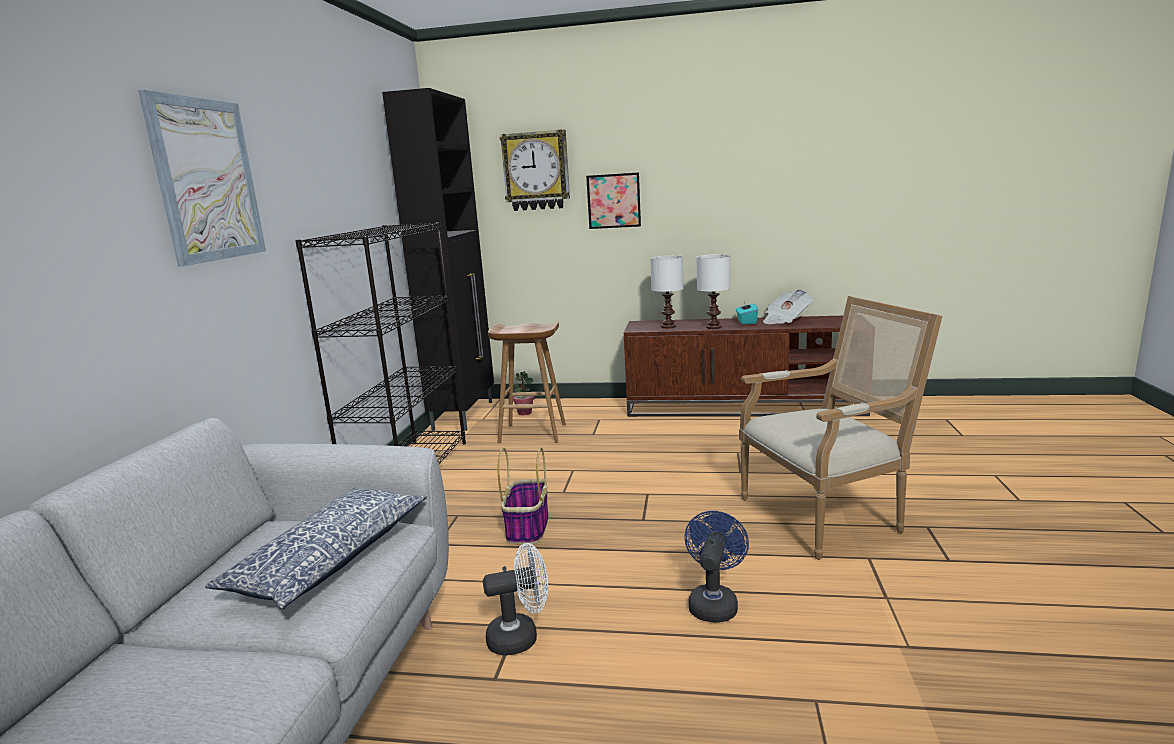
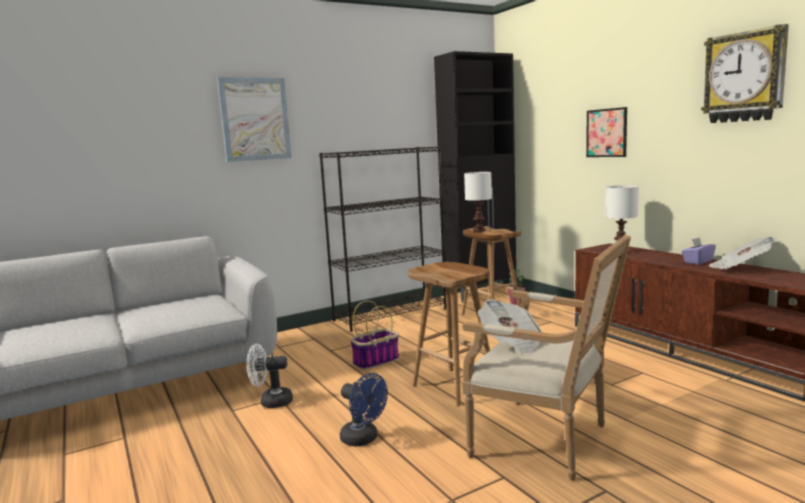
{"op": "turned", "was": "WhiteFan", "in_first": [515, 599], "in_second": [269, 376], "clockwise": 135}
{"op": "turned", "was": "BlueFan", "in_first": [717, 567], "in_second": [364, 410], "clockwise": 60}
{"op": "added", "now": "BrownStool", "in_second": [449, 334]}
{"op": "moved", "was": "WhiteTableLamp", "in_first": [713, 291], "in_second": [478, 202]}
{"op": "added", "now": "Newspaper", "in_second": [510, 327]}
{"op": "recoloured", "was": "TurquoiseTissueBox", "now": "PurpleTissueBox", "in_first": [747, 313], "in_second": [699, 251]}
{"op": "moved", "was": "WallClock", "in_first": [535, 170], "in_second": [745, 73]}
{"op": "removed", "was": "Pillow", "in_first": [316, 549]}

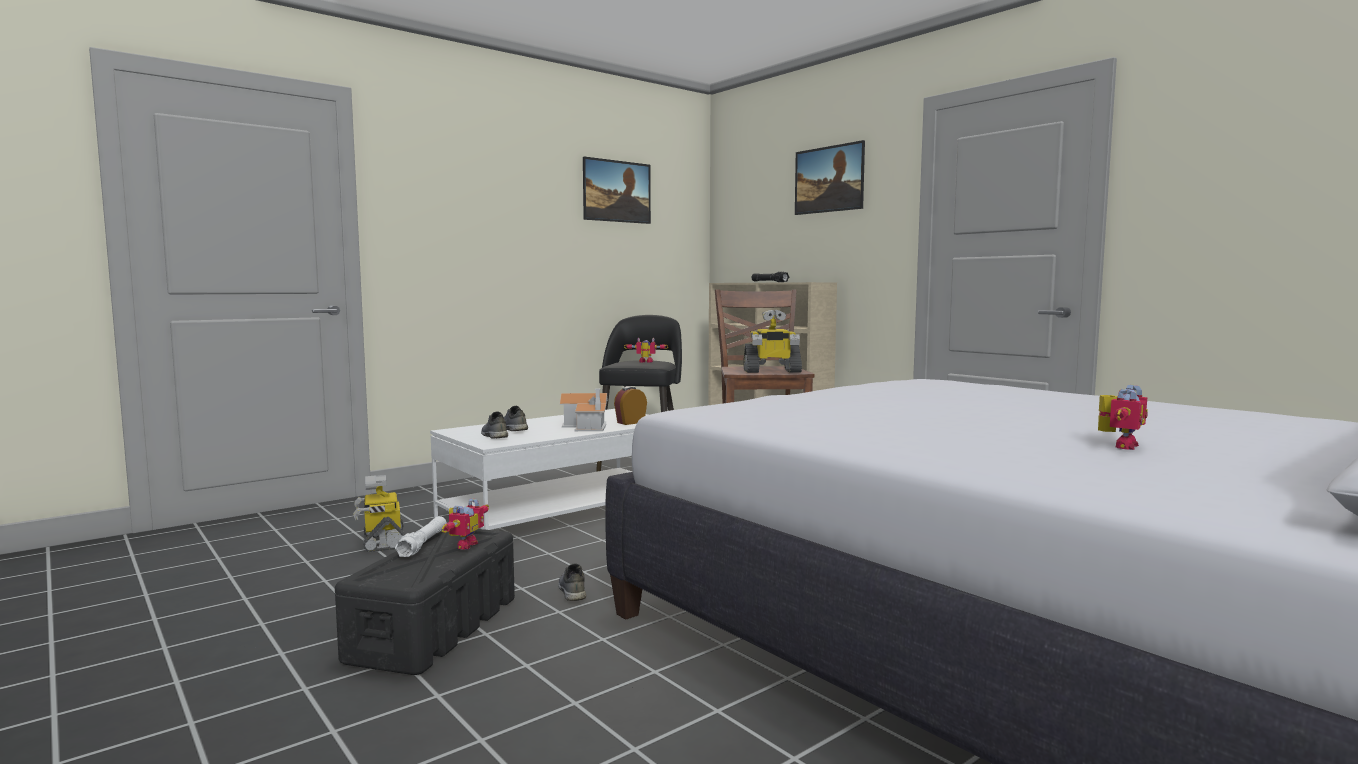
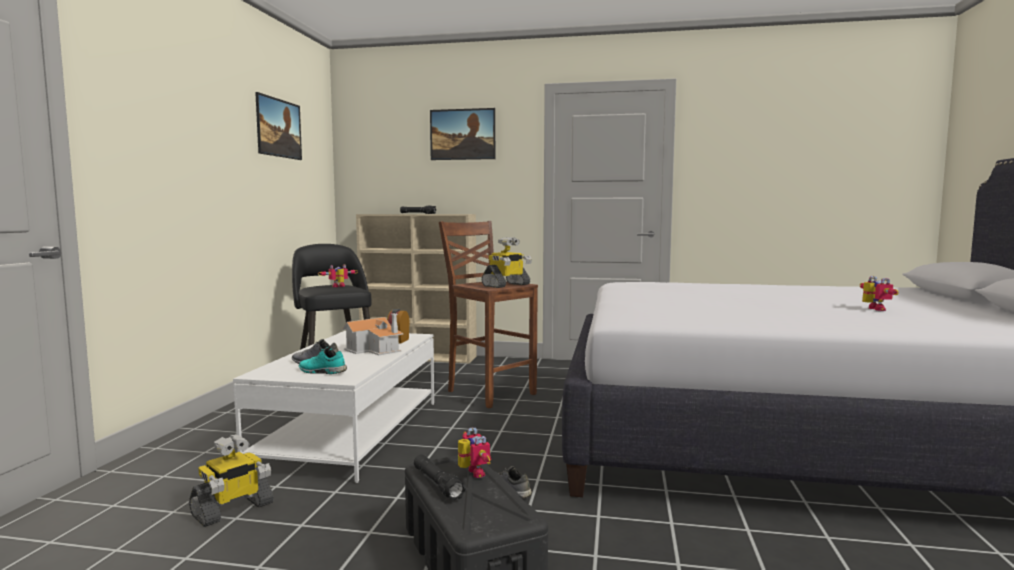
{"op": "turned", "was": "ToyRobot", "in_first": [379, 513], "in_second": [231, 481], "clockwise": -75}
{"op": "recoloured", "was": "GreyShoe", "now": "TurquoiseShoe", "in_first": [494, 425], "in_second": [323, 360]}
{"op": "recoloured", "was": "WhiteFlashlight", "now": "BlackFlashlight", "in_first": [421, 536], "in_second": [440, 477]}

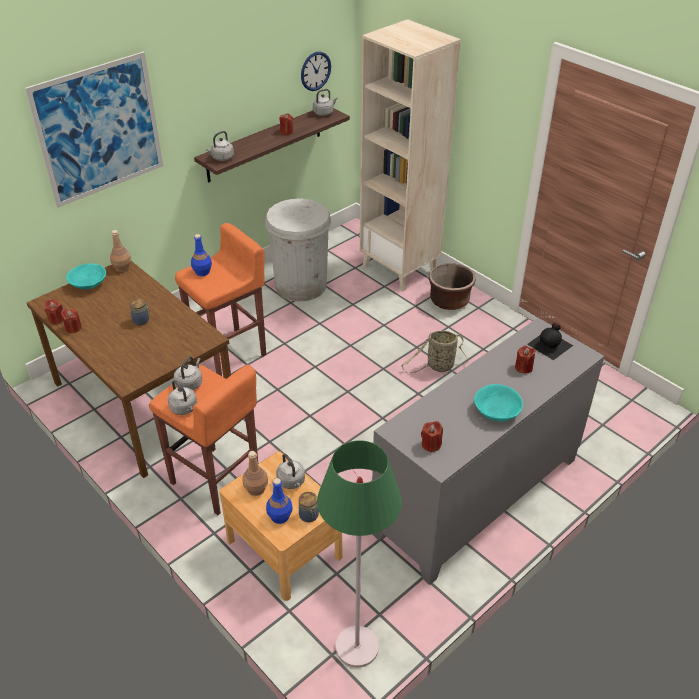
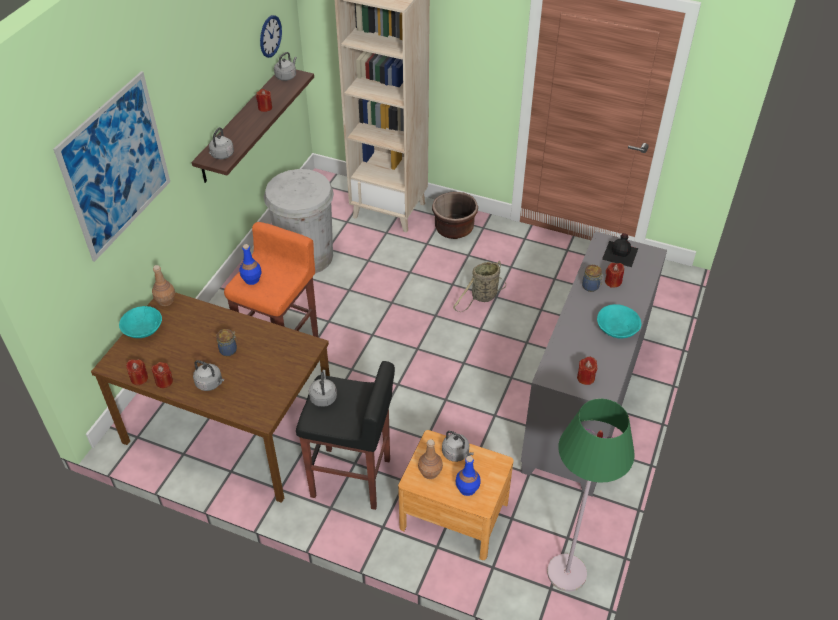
{"op": "moved", "was": "GreyKettle", "in_first": [182, 397], "in_second": [208, 375]}
{"op": "recoloured", "was": "OrangeStool", "now": "BlackStool", "in_first": [203, 439], "in_second": [345, 435]}
{"op": "moved", "was": "Jar", "in_first": [309, 507], "in_second": [592, 278]}

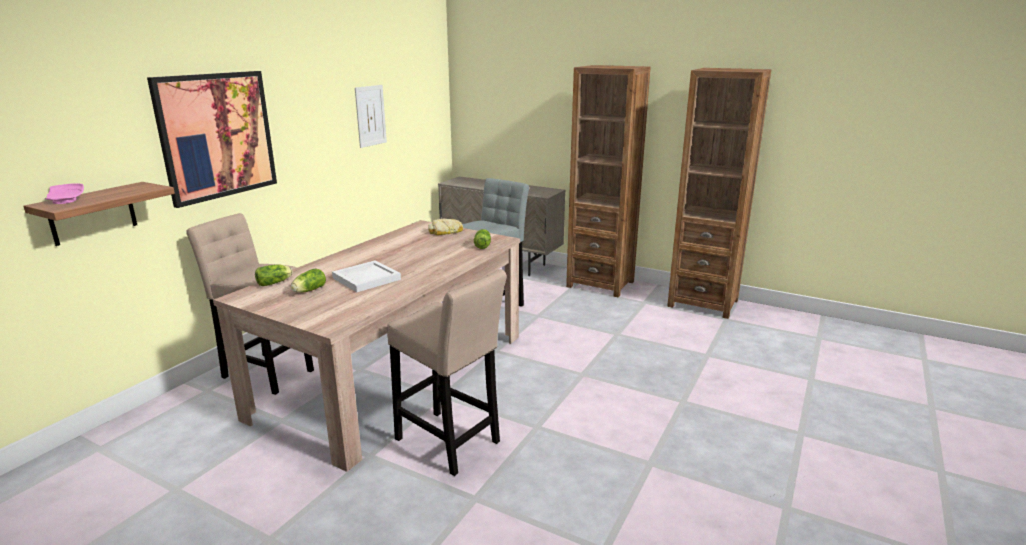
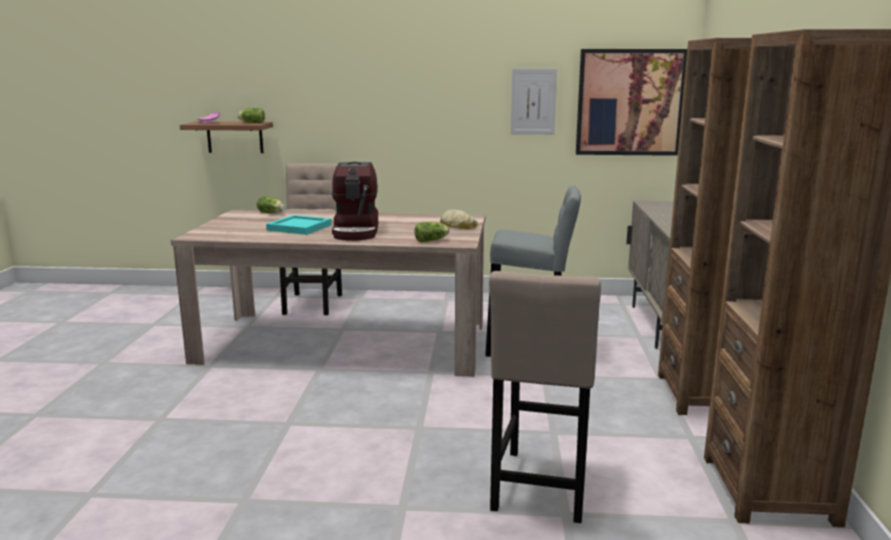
{"op": "moved", "was": "Lettuce", "in_first": [308, 280], "in_second": [251, 115]}
{"op": "recoloured", "was": "WhiteTray", "now": "TurquoiseTray", "in_first": [366, 276], "in_second": [299, 225]}
{"op": "added", "now": "CoffeeMachine", "in_second": [355, 201]}
{"op": "moved", "was": "BeigeStool", "in_first": [447, 372], "in_second": [545, 397]}
{"op": "moved", "was": "Picture", "in_first": [212, 139], "in_second": [631, 102]}

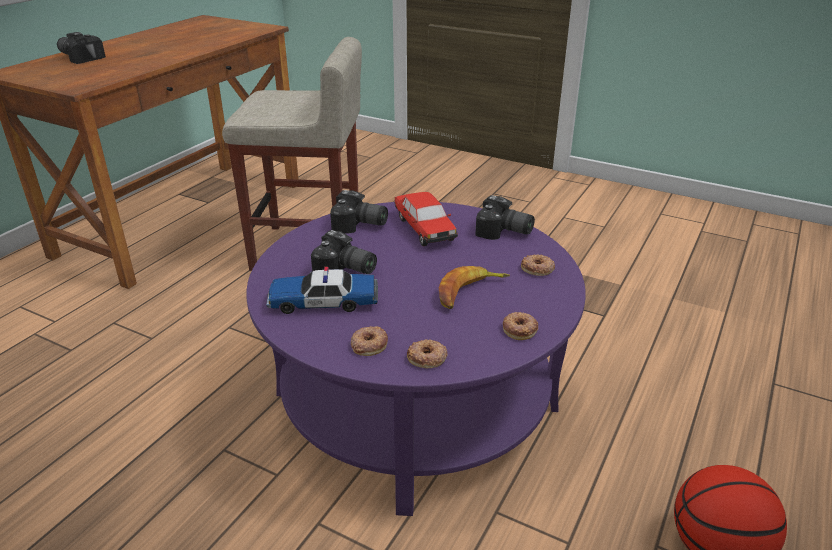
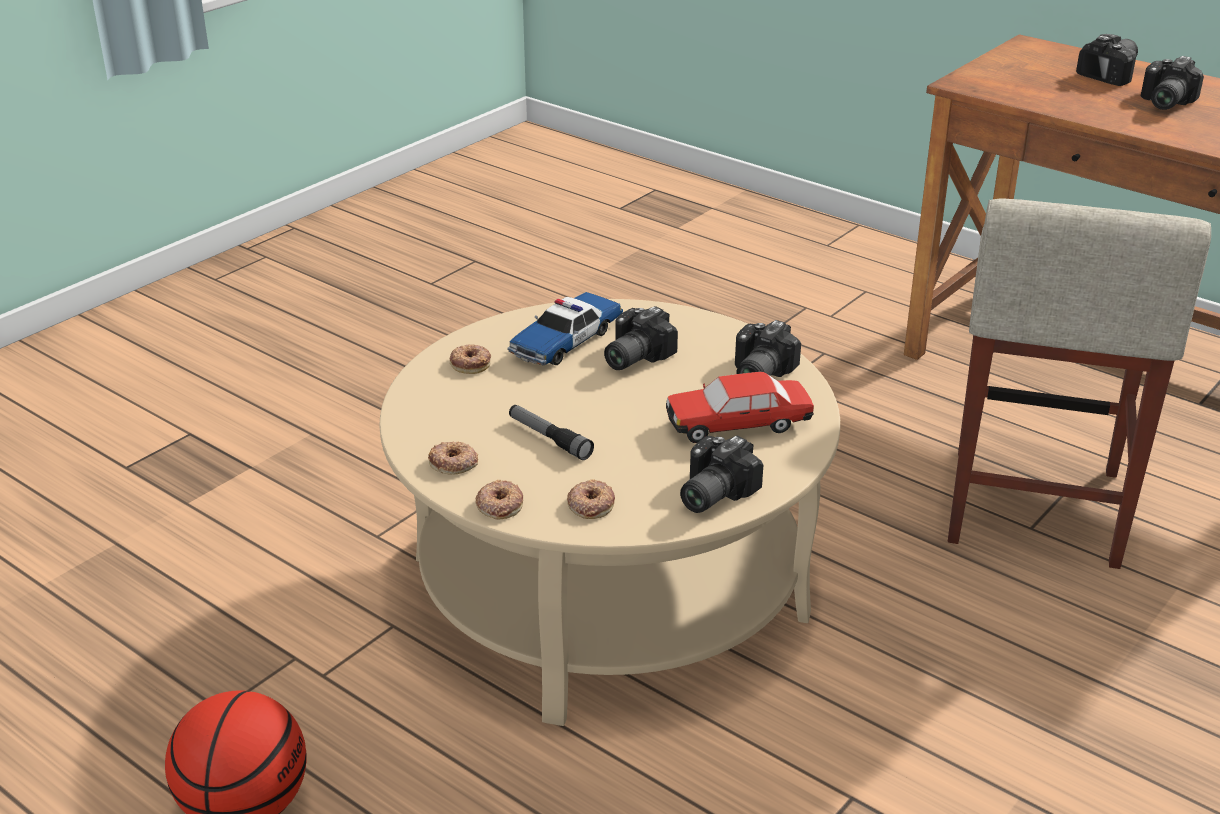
{"op": "recoloured", "was": "PurpleCoffeeTable", "now": "BeigeCoffeeTable", "in_first": [416, 359], "in_second": [609, 512]}
{"op": "moved", "was": "Donut", "in_first": [427, 353], "in_second": [499, 500]}
{"op": "turned", "was": "ToyCar", "in_first": [322, 290], "in_second": [565, 328], "clockwise": -150}
{"op": "replaced", "was": "Banana", "now": "Flashlight", "in_first": [474, 287], "in_second": [551, 432]}
{"op": "added", "now": "PhotoCamera", "in_second": [1172, 83]}

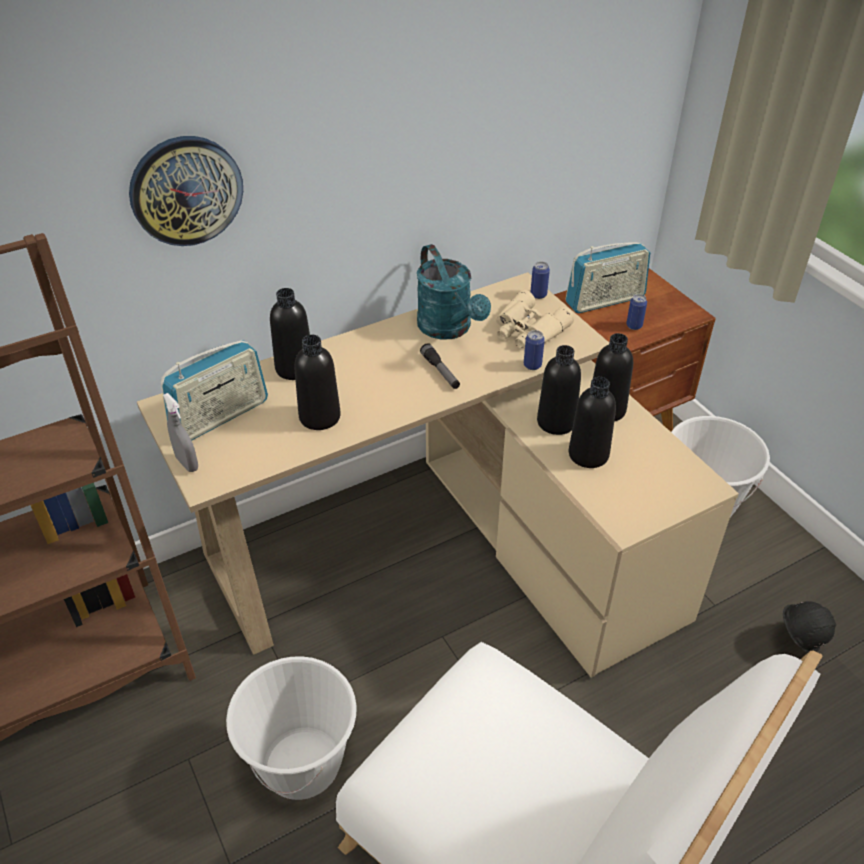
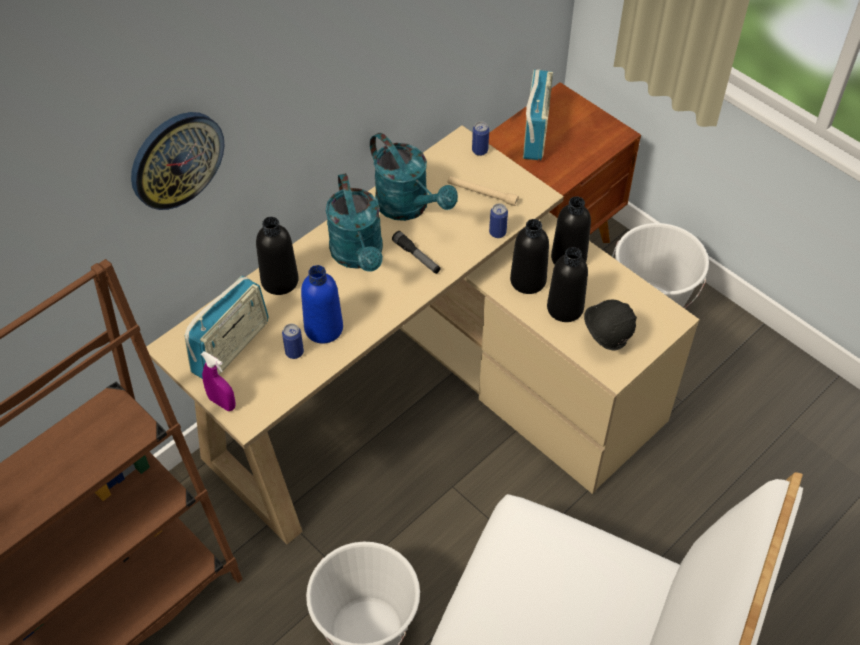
{"op": "recoloured", "was": "GreySprayBottle", "now": "PurpleSprayBottle", "in_first": [180, 432], "in_second": [218, 381]}
{"op": "moved", "was": "Can", "in_first": [636, 312], "in_second": [293, 341]}
{"op": "recoloured", "was": "BlackBottle", "now": "BlueBottle", "in_first": [317, 382], "in_second": [322, 304]}
{"op": "added", "now": "TurquoiseWateringCan", "in_second": [354, 222]}
{"op": "replaced", "was": "BeigeBinoculars", "now": "BeigeFlashlight", "in_first": [535, 319], "in_second": [483, 191]}
{"op": "turned", "was": "Radio", "in_first": [607, 277], "in_second": [538, 114], "clockwise": -45}
{"op": "moved", "was": "BlackHardHat", "in_first": [809, 626], "in_second": [610, 325]}

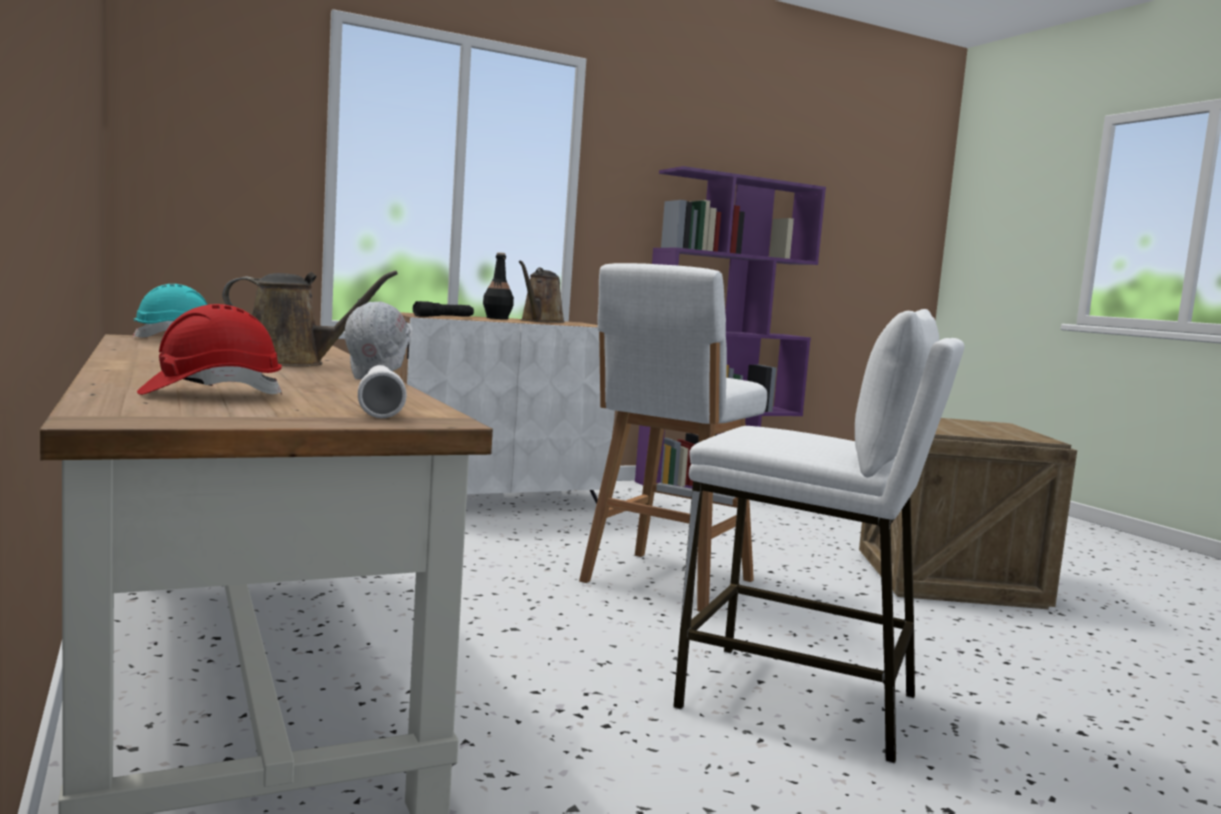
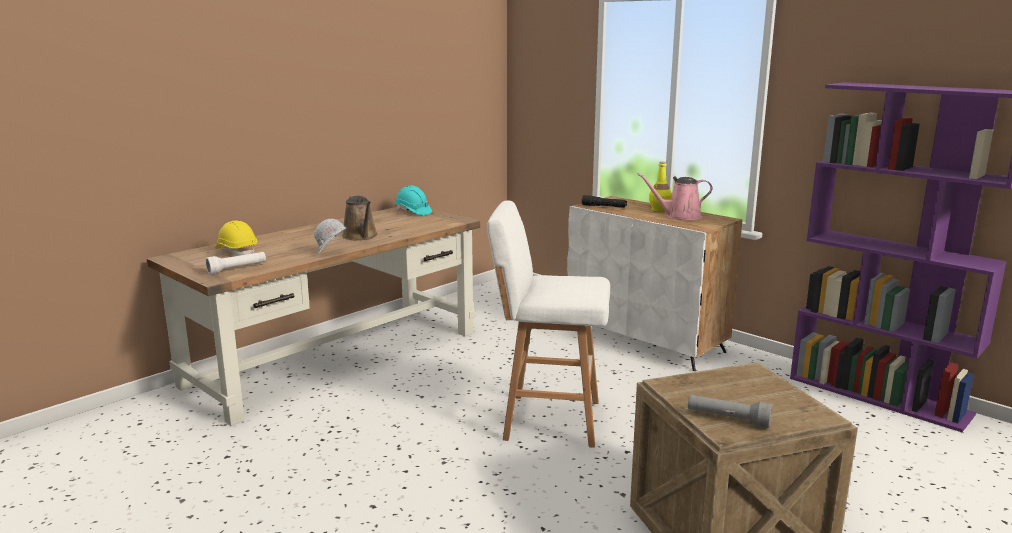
{"op": "recoloured", "was": "RedHardHat", "now": "YellowHardHat", "in_first": [209, 349], "in_second": [236, 238]}
{"op": "recoloured", "was": "BrownWateringCan", "now": "PinkWateringCan", "in_first": [542, 291], "in_second": [674, 196]}
{"op": "recoloured", "was": "BlackBottle", "now": "YellowBottle", "in_first": [498, 285], "in_second": [660, 186]}
{"op": "added", "now": "GreyFlashlight", "in_second": [730, 411]}
{"op": "removed", "was": "WhiteStool", "in_first": [819, 536]}

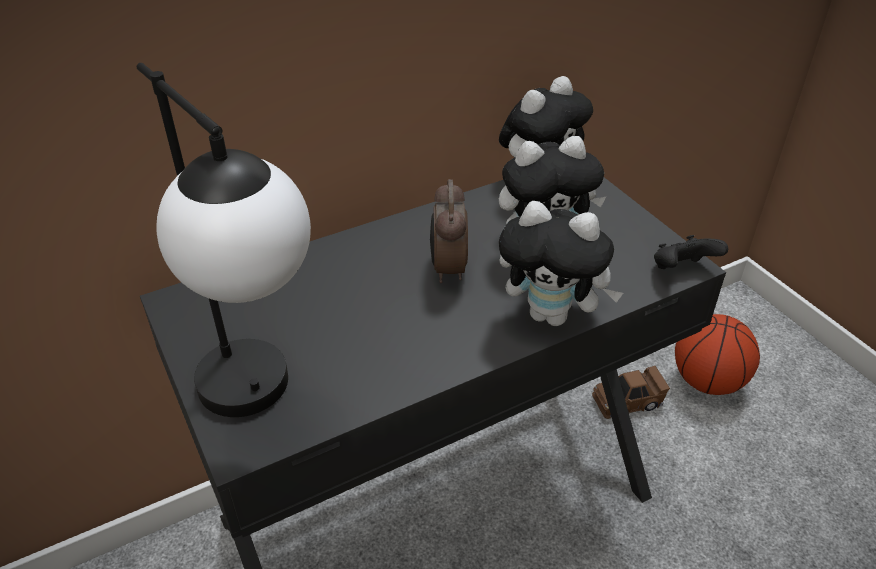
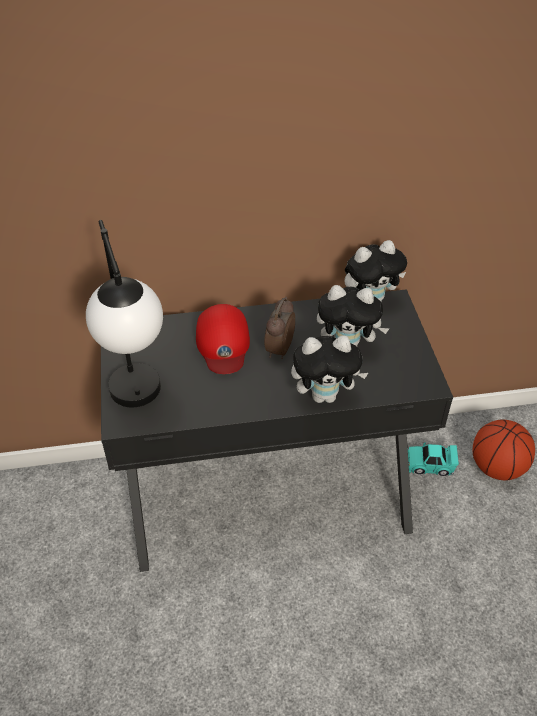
{"op": "added", "now": "RedCap", "in_second": [223, 339]}
{"op": "turned", "was": "PlushToy", "in_first": [561, 263], "in_second": [329, 369], "clockwise": -45}
{"op": "recoloured", "was": "BrownToyCar", "now": "TurquoiseToyCar", "in_first": [631, 392], "in_second": [433, 459]}
{"op": "removed", "was": "BlackGameController", "in_first": [691, 252]}

